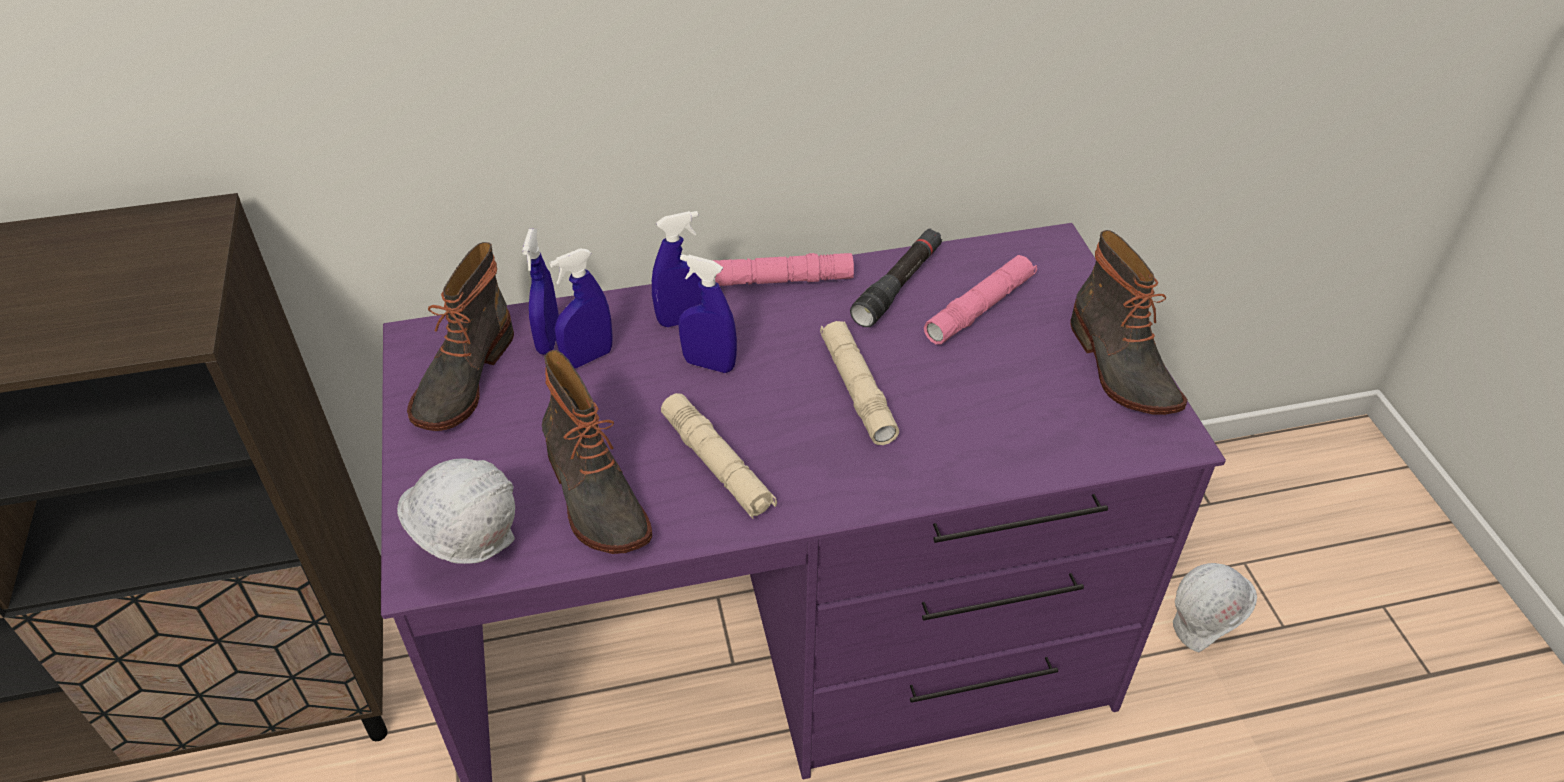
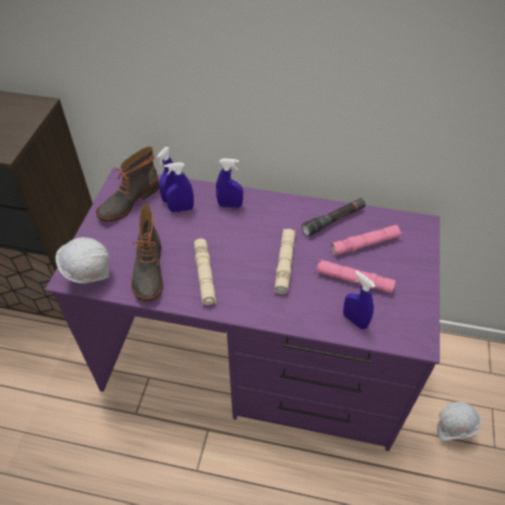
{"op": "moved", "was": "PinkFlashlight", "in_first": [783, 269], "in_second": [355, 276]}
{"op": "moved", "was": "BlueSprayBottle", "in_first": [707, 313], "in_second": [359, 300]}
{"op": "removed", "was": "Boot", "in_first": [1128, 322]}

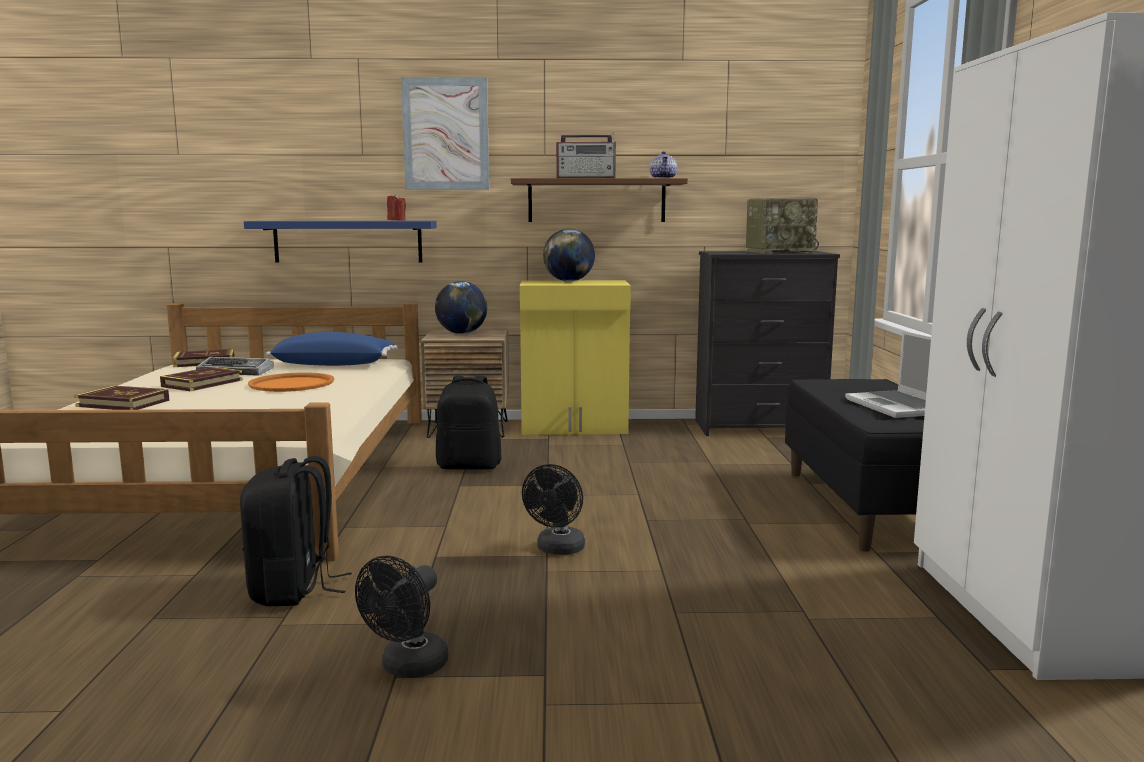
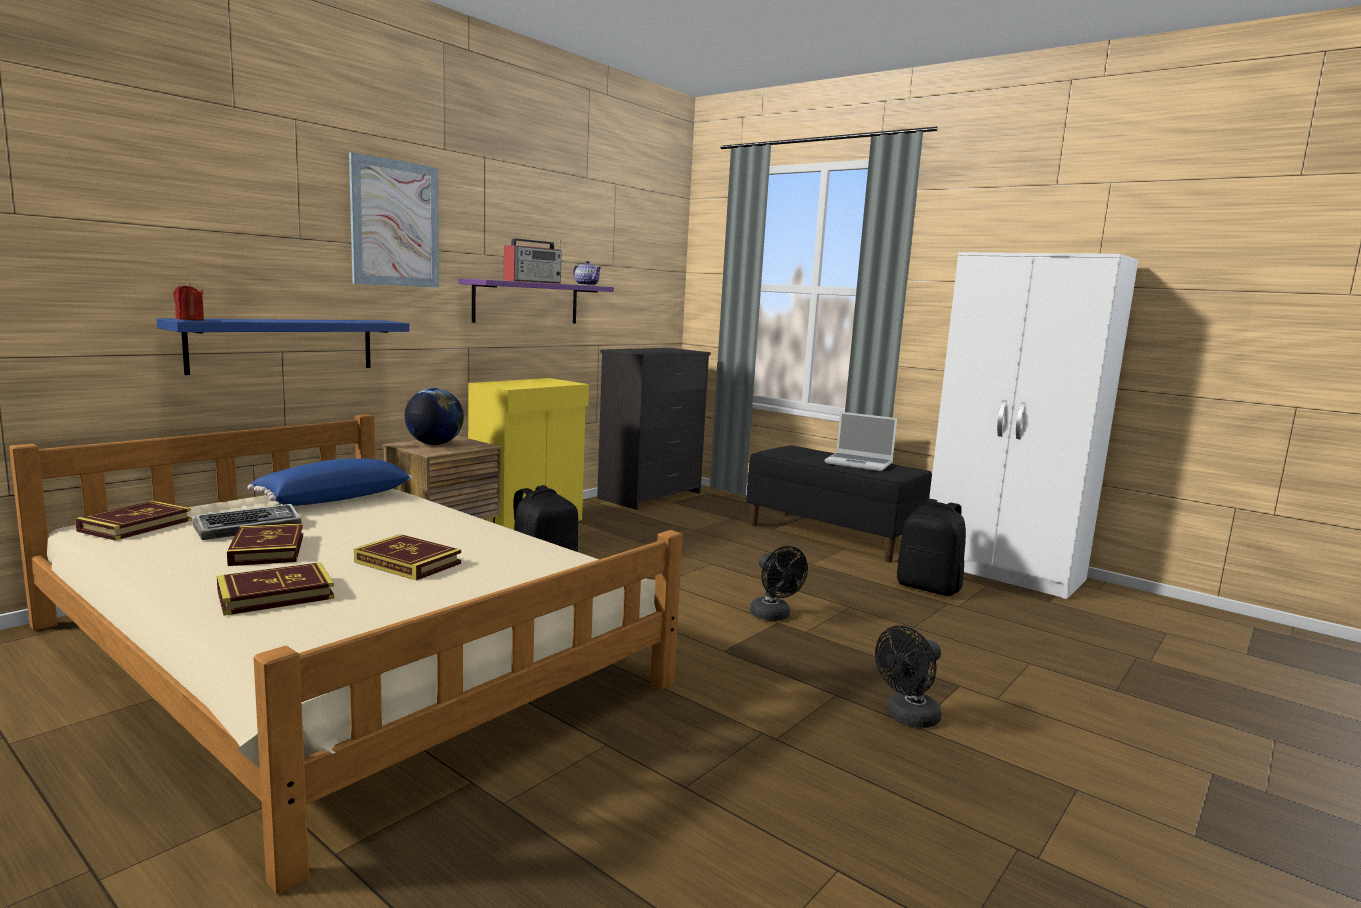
{"op": "moved", "was": "RedCandle", "in_first": [396, 207], "in_second": [188, 302]}
{"op": "added", "now": "Book", "in_second": [407, 557]}
{"op": "recoloured", "was": "BrownShelf", "now": "PurpleShelf", "in_first": [599, 200], "in_second": [536, 300]}
{"op": "turned", "was": "BlackFan", "in_first": [401, 616], "in_second": [908, 676], "clockwise": 75}
{"op": "moved", "was": "BlackBackpack", "in_first": [296, 531], "in_second": [931, 547]}
{"op": "removed", "was": "OrangeTray", "in_first": [291, 382]}
{"op": "removed", "was": "Globe", "in_first": [569, 255]}
{"op": "removed", "was": "Radio", "in_first": [782, 226]}

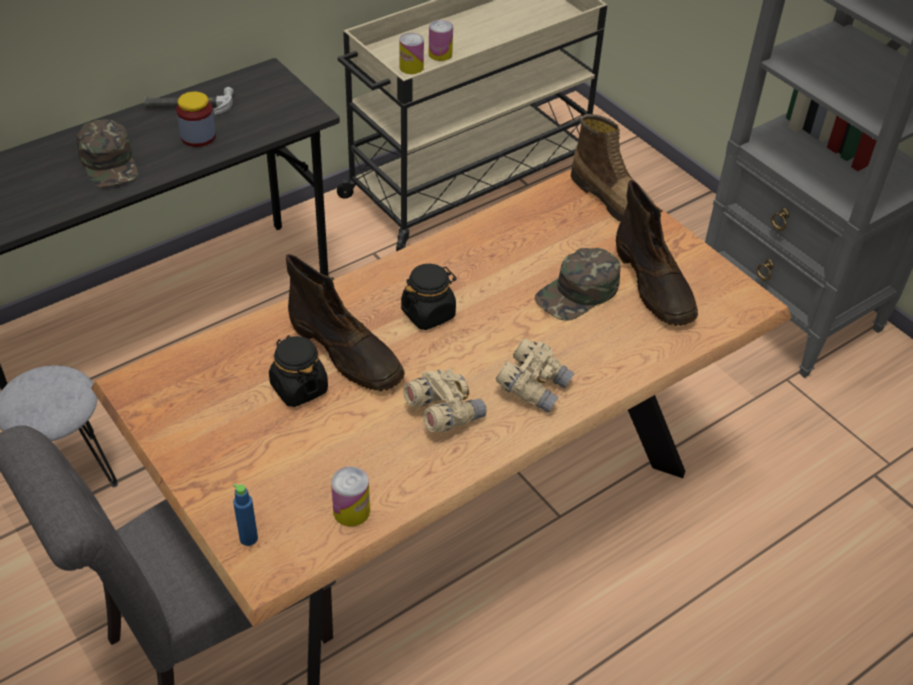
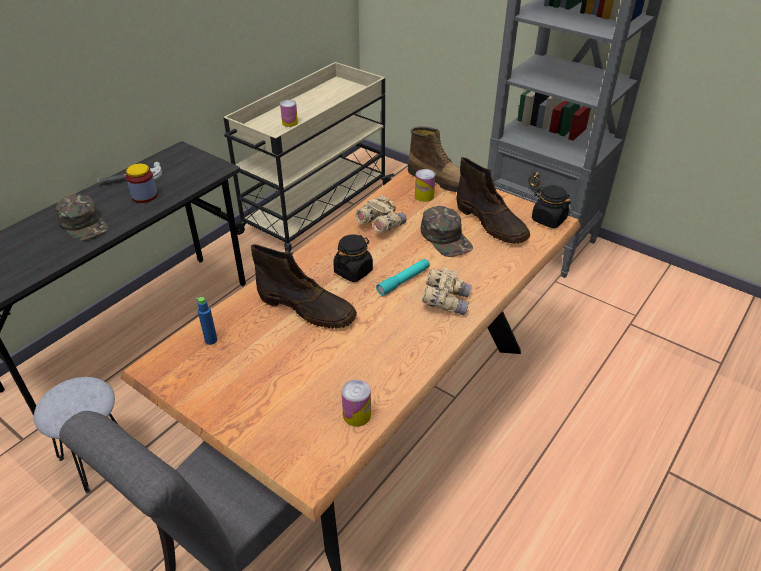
{"op": "moved", "was": "BlueBottle", "in_first": [245, 515], "in_second": [206, 321]}
{"op": "moved", "was": "BeigeBinoculars", "in_first": [445, 400], "in_second": [380, 214]}
{"op": "added", "now": "TurquoiseFlashlight", "in_second": [403, 277]}
{"op": "moved", "was": "Can", "in_first": [411, 53], "in_second": [425, 185]}
{"op": "turned", "was": "GreenCap", "in_first": [577, 284], "in_second": [447, 231], "clockwise": -60}
{"op": "moved", "was": "BlackJar", "in_first": [298, 371], "in_second": [551, 206]}

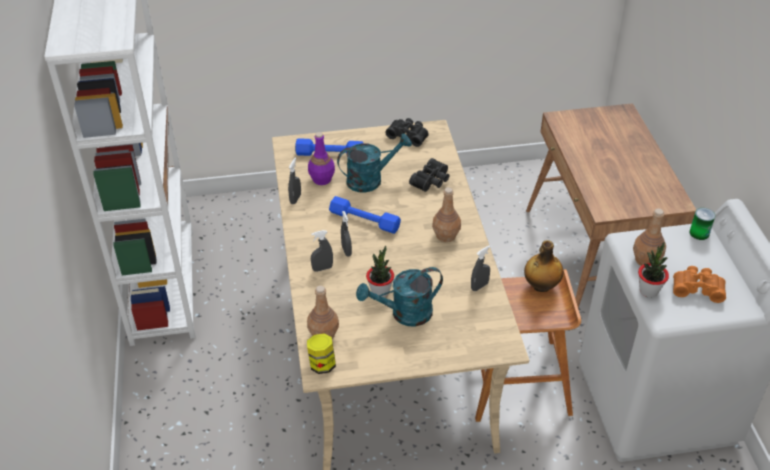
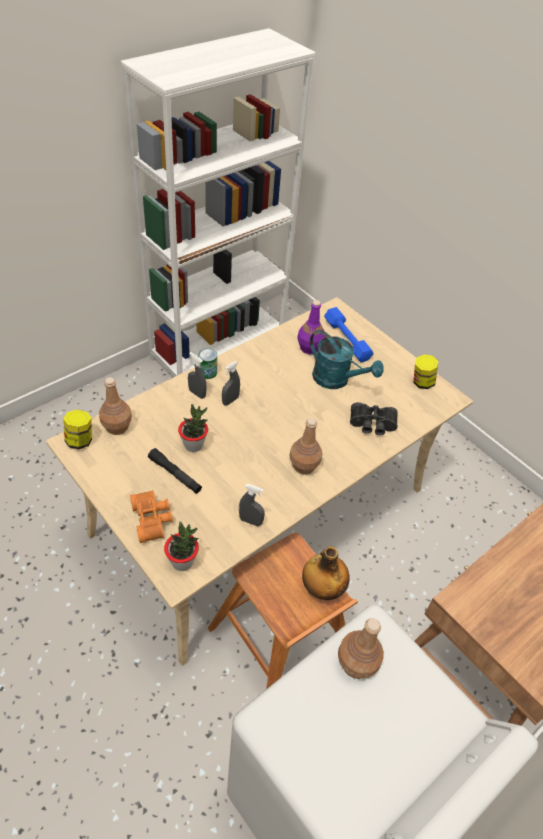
{"op": "moved", "was": "OrangeBinoculars", "in_first": [699, 284], "in_second": [151, 516]}
{"op": "replaced", "was": "TurquoiseWateringCan", "now": "BlackFlashlight", "in_first": [399, 296], "in_second": [175, 471]}
{"op": "moved", "was": "PottedPlant", "in_first": [653, 270], "in_second": [181, 546]}
{"op": "moved", "was": "Can", "in_first": [702, 224], "in_second": [208, 363]}
{"op": "replaced", "was": "BlackBinoculars", "now": "Jar", "in_first": [407, 132], "in_second": [425, 371]}
{"op": "removed", "was": "GreySprayBottle", "in_first": [294, 181]}
{"op": "removed", "was": "BlueDumbbell", "in_first": [365, 215]}

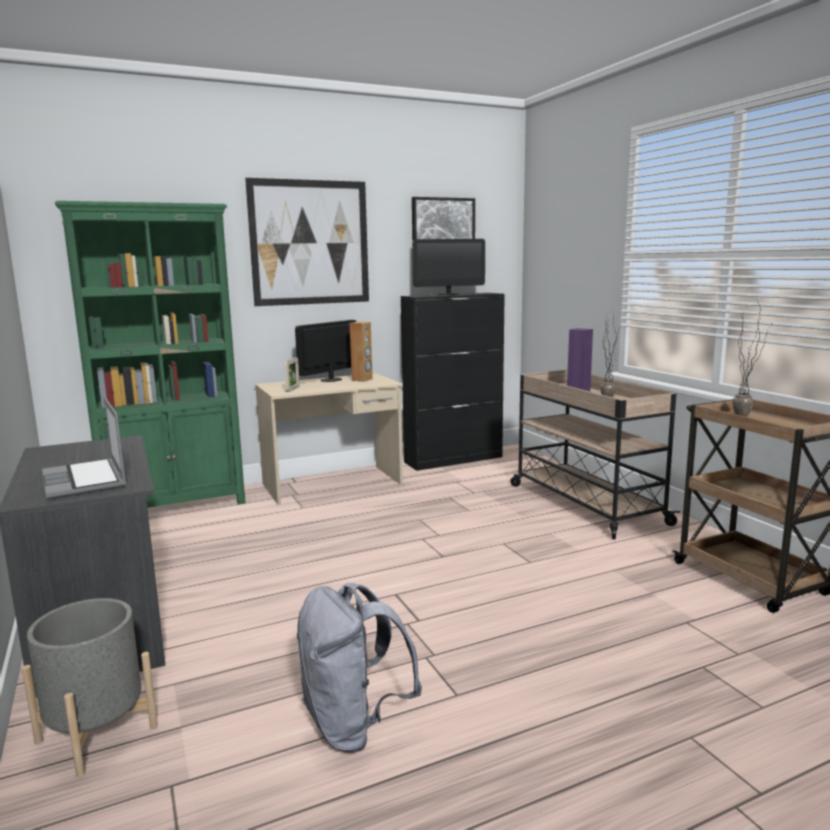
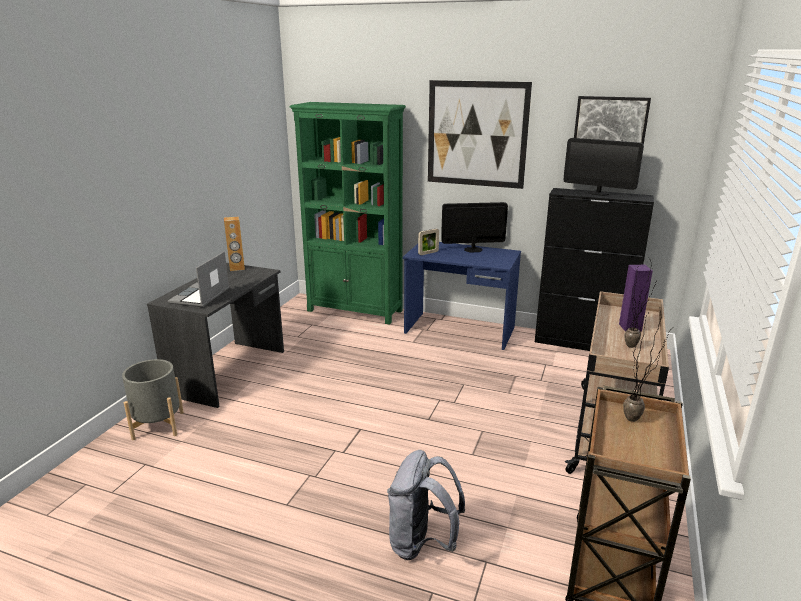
{"op": "moved", "was": "BrownSpeaker", "in_first": [361, 352], "in_second": [234, 244]}
{"op": "moved", "was": "GreyBackpack", "in_first": [359, 668], "in_second": [426, 505]}
{"op": "recoloured", "was": "BeigeDesk", "now": "BlueDesk", "in_first": [329, 439], "in_second": [462, 296]}

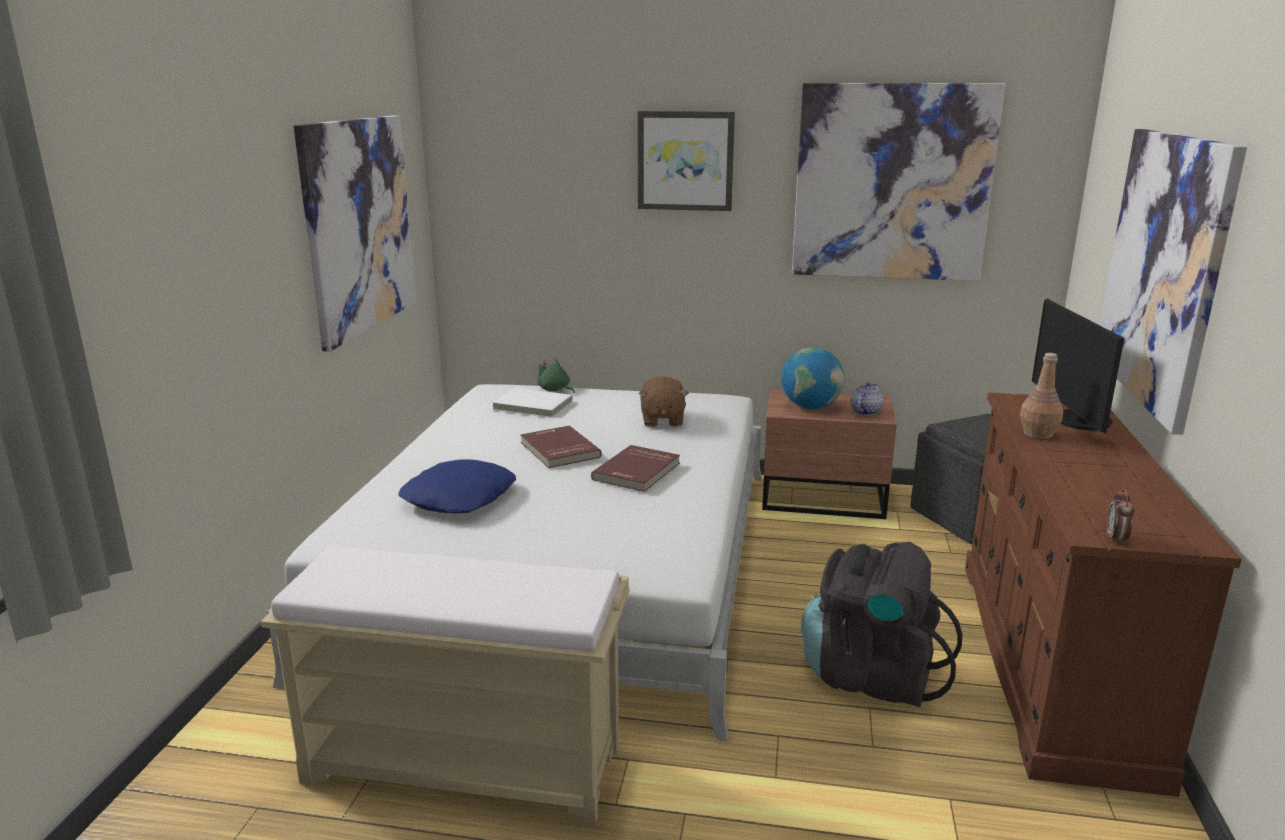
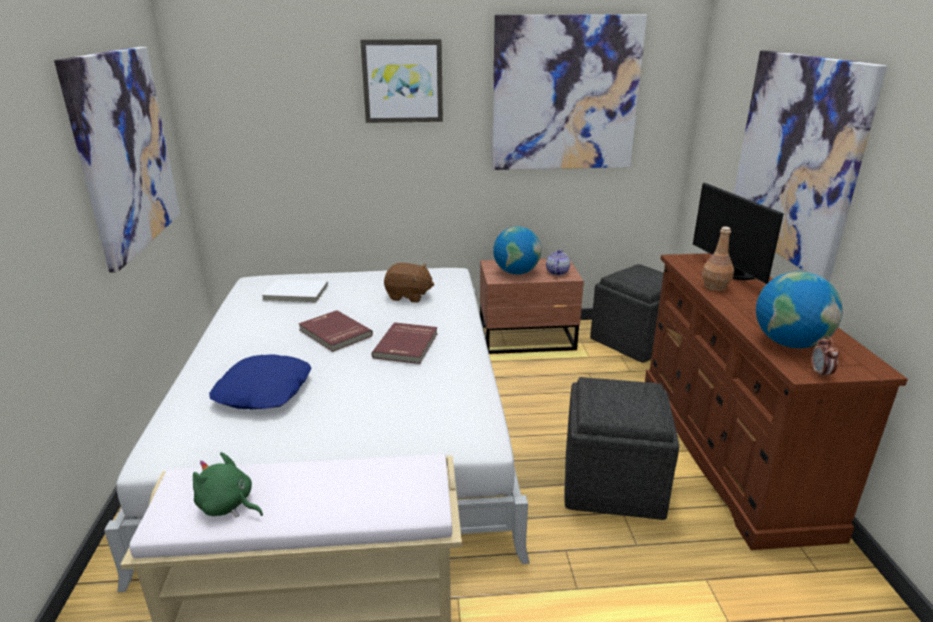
{"op": "moved", "was": "GreenPlushToy", "in_first": [556, 376], "in_second": [228, 485]}
{"op": "turned", "was": "BrownPlushToy", "in_first": [664, 401], "in_second": [409, 283], "clockwise": -60}
{"op": "replaced", "was": "BlackBackpack", "now": "GreyOttoman", "in_first": [881, 625], "in_second": [621, 448]}
{"op": "added", "now": "Globe", "in_second": [799, 309]}

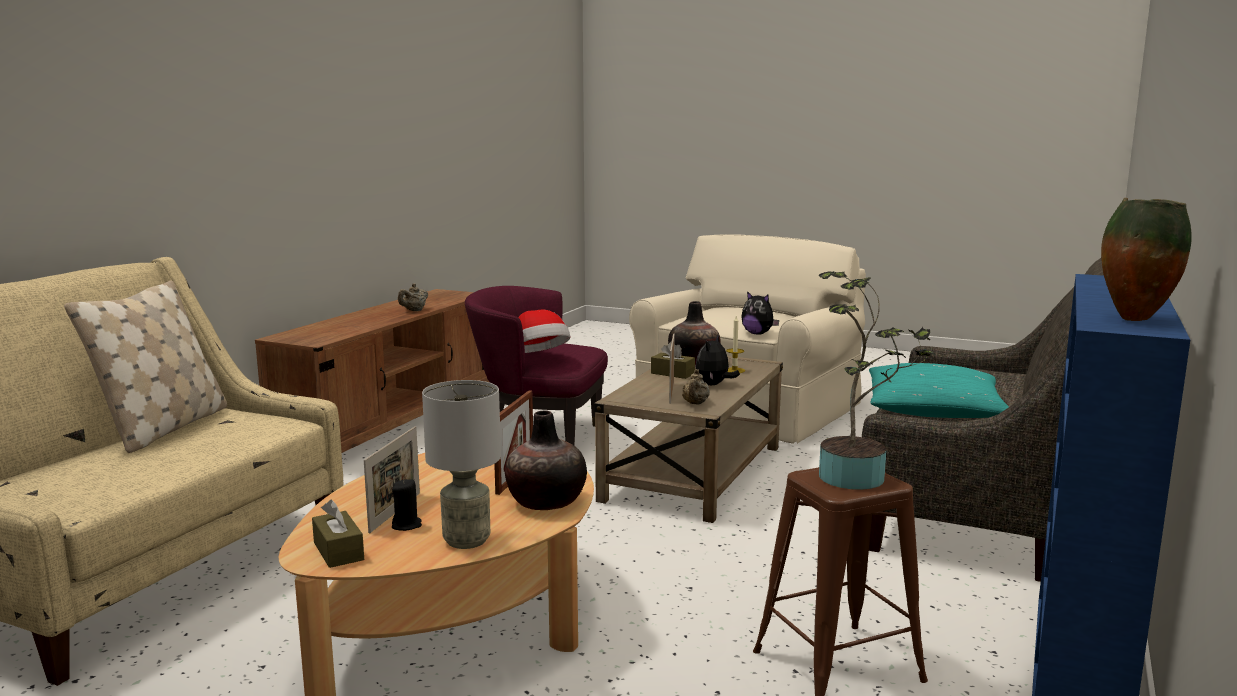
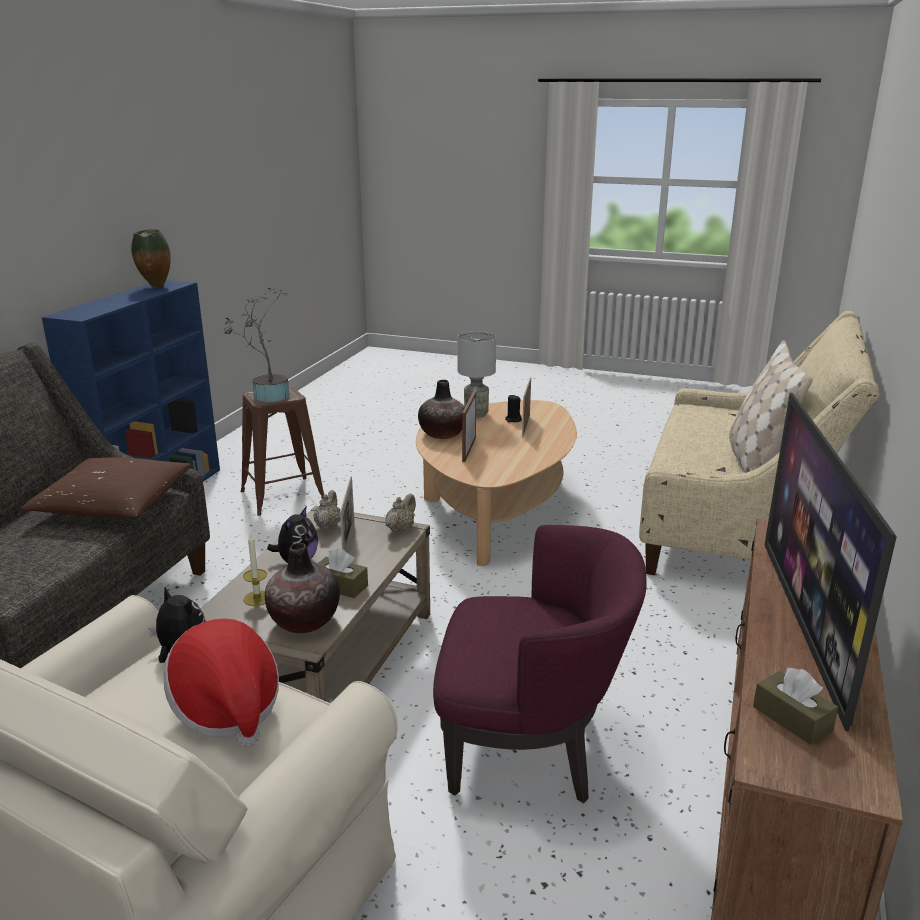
{"op": "recoloured", "was": "TurquoisePillow", "now": "BrownPillow", "in_first": [939, 390], "in_second": [106, 487]}
{"op": "moved", "was": "Hat", "in_first": [544, 331], "in_second": [221, 683]}
{"op": "moved", "was": "BeigeTeapot", "in_first": [413, 297], "in_second": [400, 514]}
{"op": "moved", "was": "BrownTissueBox", "in_first": [338, 534], "in_second": [795, 706]}
{"op": "added", "now": "Television", "in_second": [830, 562]}

